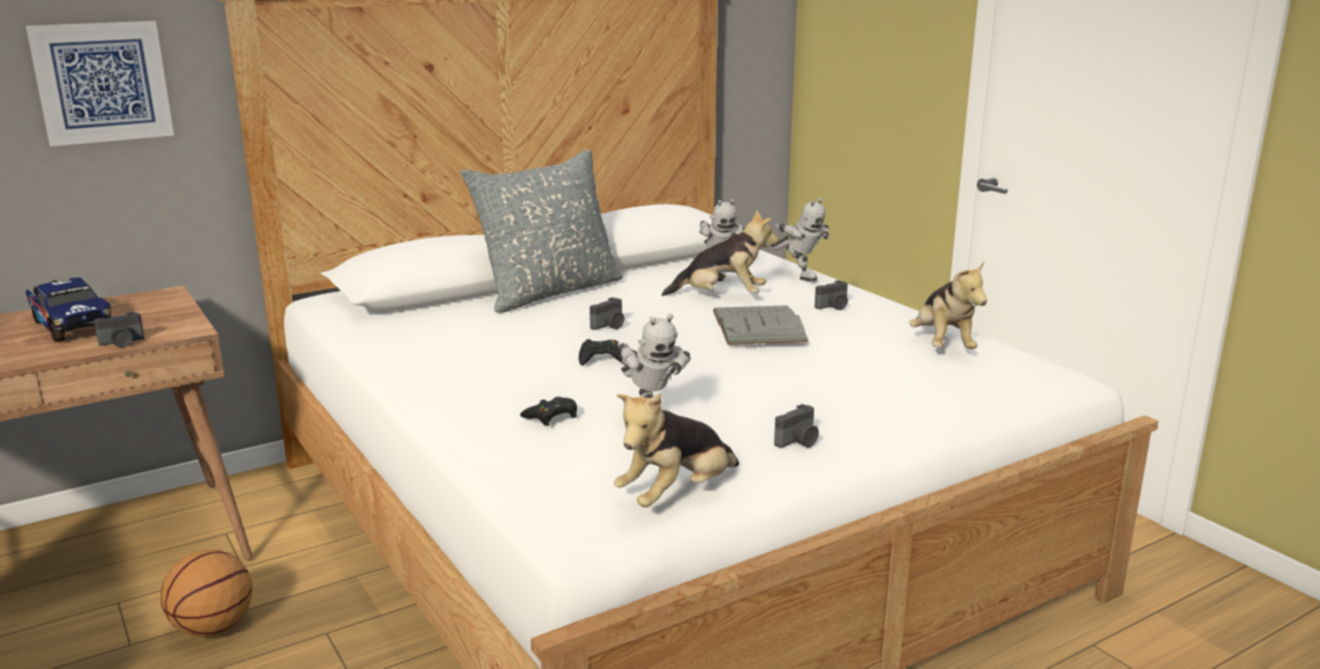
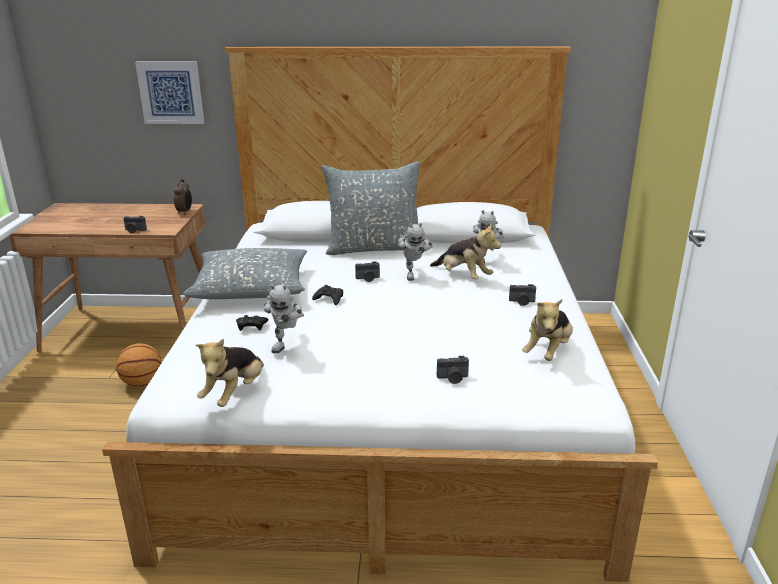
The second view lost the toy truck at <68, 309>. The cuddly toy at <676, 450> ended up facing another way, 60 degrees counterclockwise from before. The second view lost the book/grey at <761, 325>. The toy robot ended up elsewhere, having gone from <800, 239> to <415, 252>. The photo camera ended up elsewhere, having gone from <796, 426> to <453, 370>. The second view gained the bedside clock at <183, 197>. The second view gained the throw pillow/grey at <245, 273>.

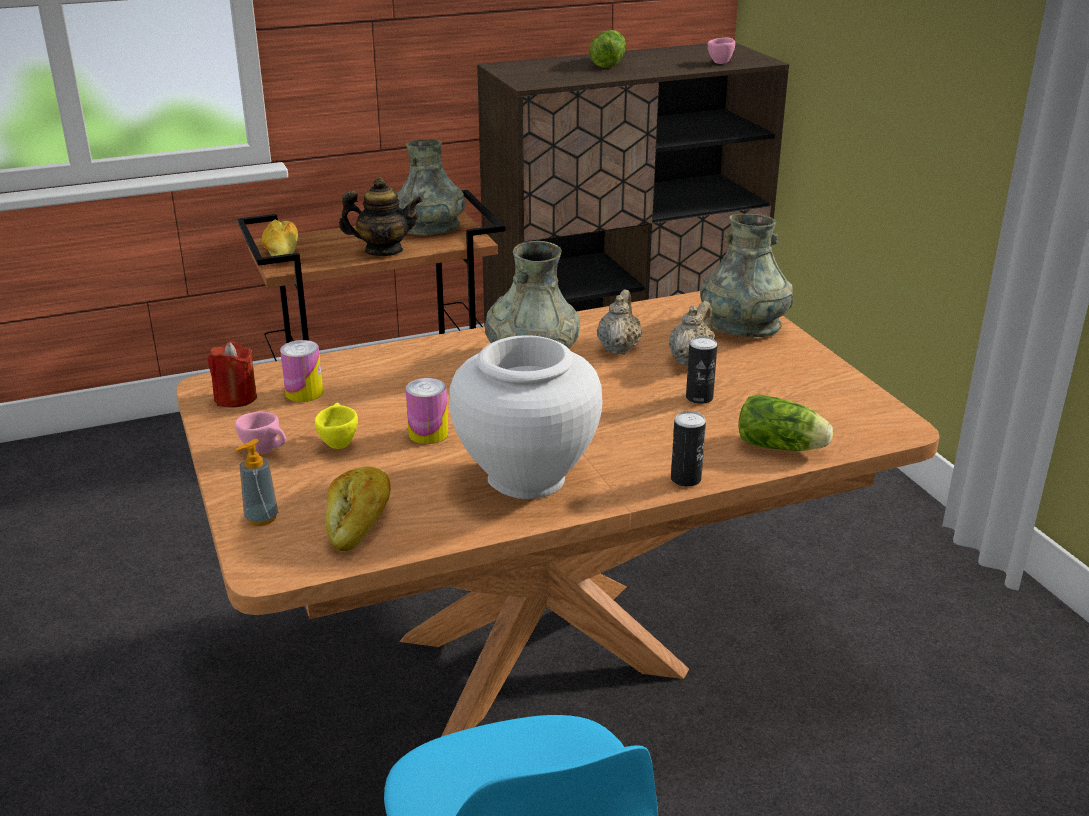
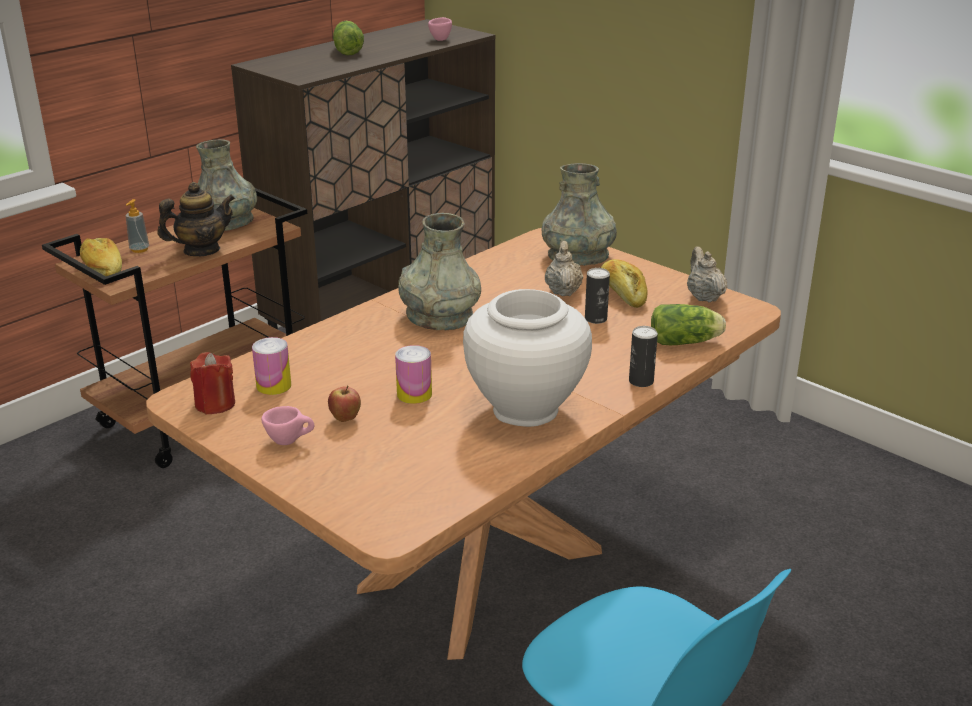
The liquid soap bottle ended up elsewhere, having gone from <256, 482> to <137, 226>. Where the small cup/yellow stood at <336, 426>, the apple fruit came to stand at <344, 403>. The bread ended up elsewhere, having gone from <358, 508> to <624, 283>. The teapot/beige-coloured ended up elsewhere, having gone from <619, 322> to <707, 274>.

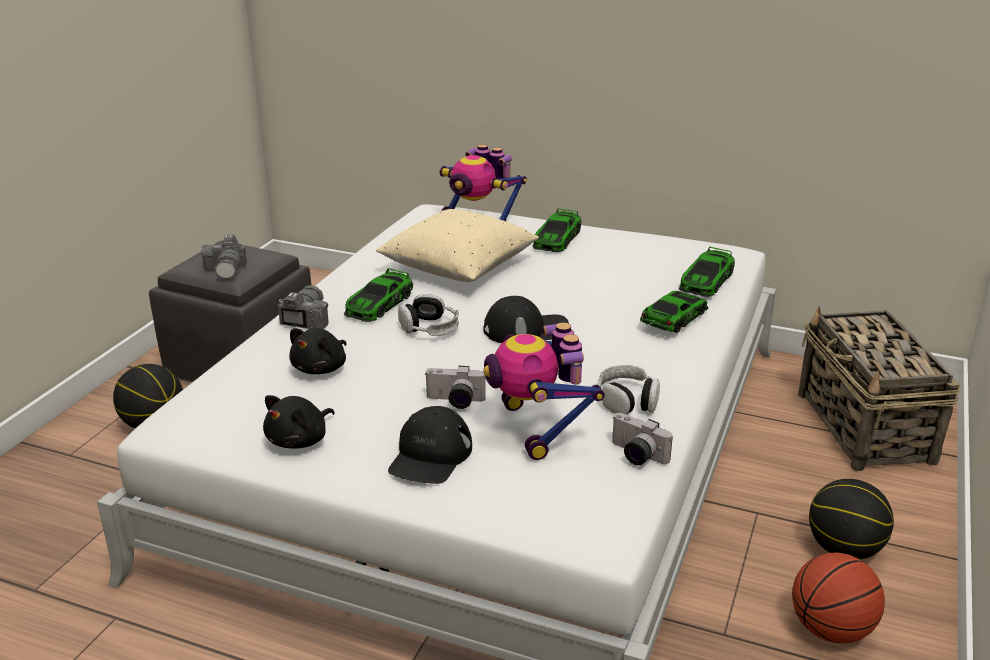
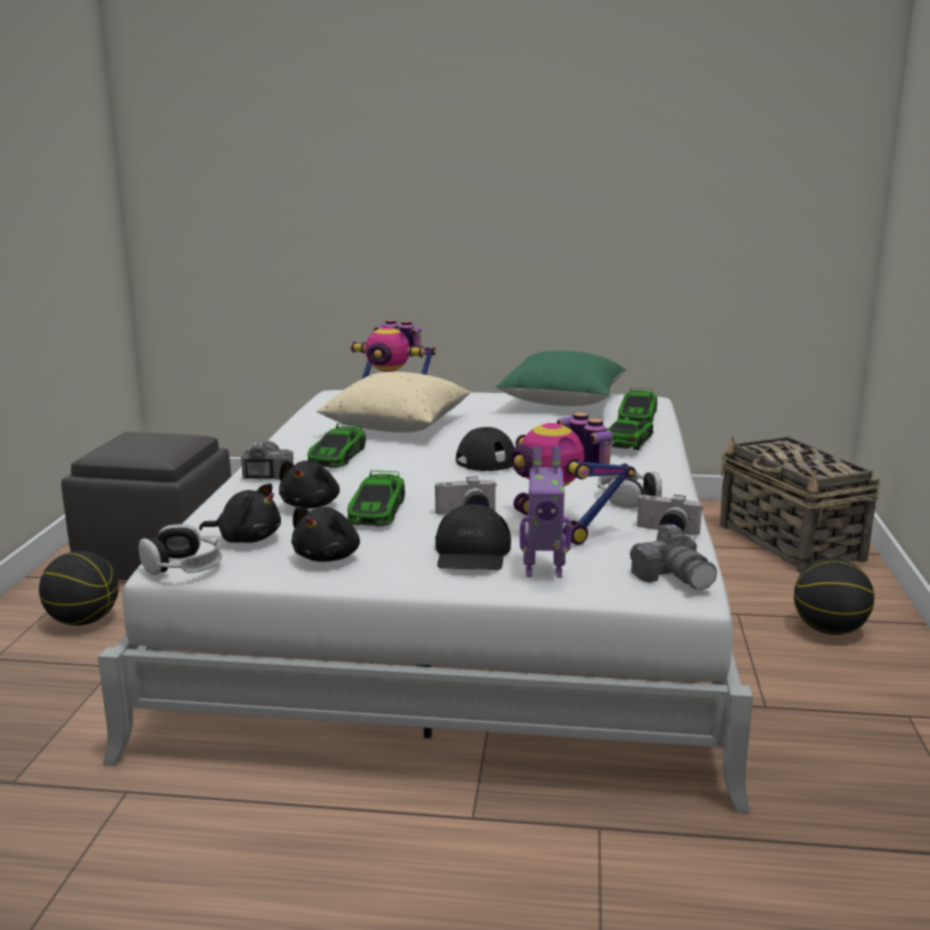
The photo camera ended up elsewhere, having gone from <224, 256> to <673, 557>. The headset ended up elsewhere, having gone from <428, 315> to <180, 549>. The miniature car ended up elsewhere, having gone from <557, 230> to <376, 498>. The second view lost the basketball at <838, 597>. The second view gained the cuddly toy/blackish at <240, 513>. The second view gained the throw pillow/greenish at <561, 378>. The second view gained the toy robot at <546, 512>.

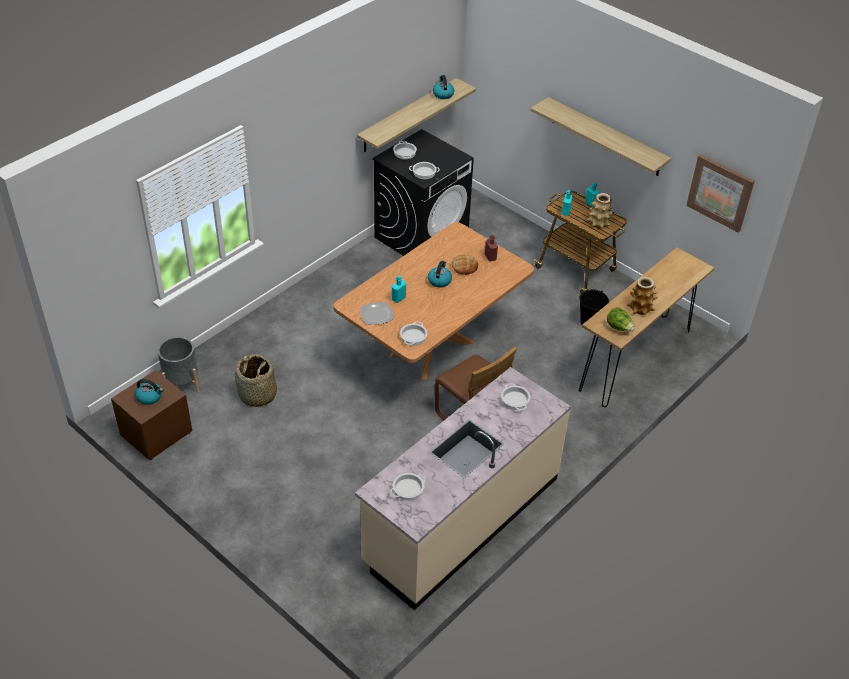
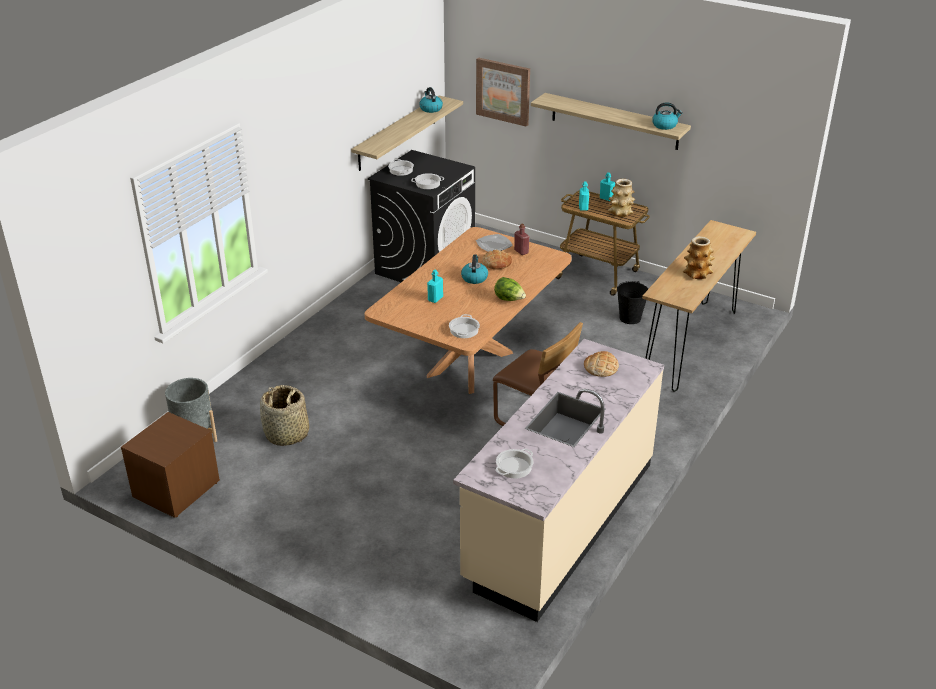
The water kettle ended up elsewhere, having gone from <149, 392> to <667, 116>. The dinner plate ended up elsewhere, having gone from <376, 313> to <494, 243>. Where the cooking pot stood at <515, 396>, the bread came to stand at <601, 364>. The lettuce ended up elsewhere, having gone from <620, 319> to <510, 289>. The picture ended up elsewhere, having gone from <720, 193> to <503, 92>.

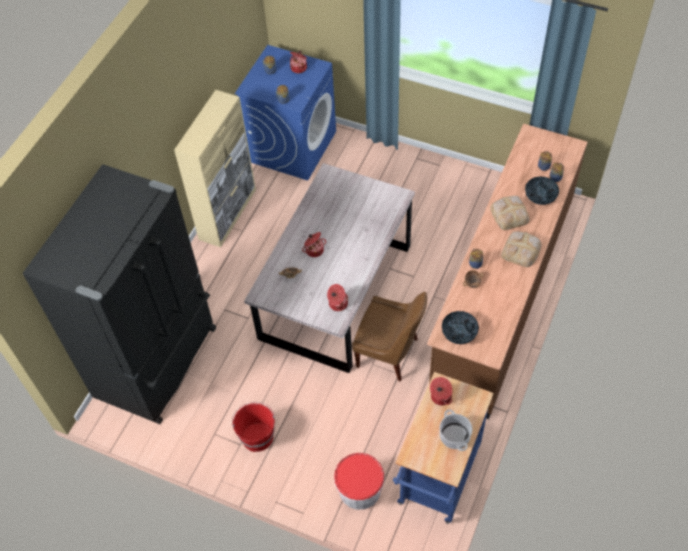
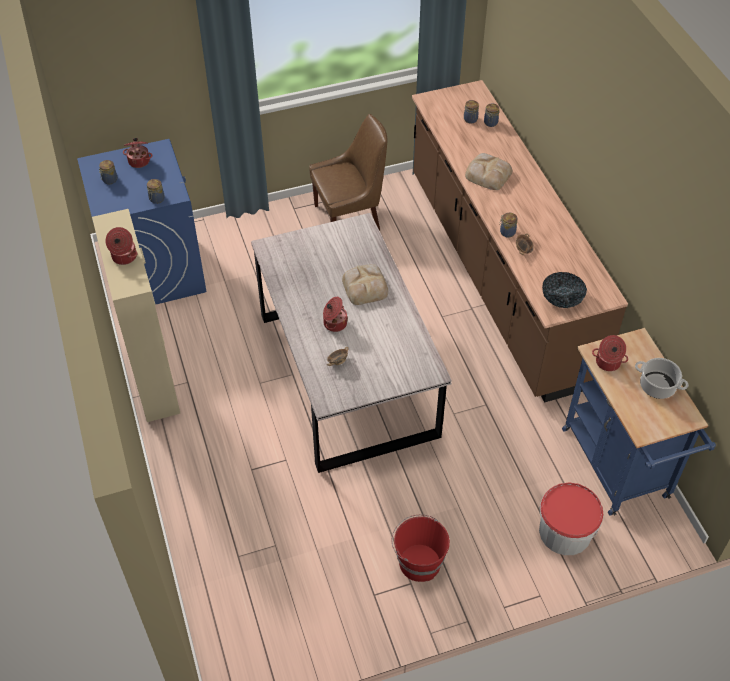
The second view lost the fridge/blackish at <119, 294>. The cooking pot ended up elsewhere, having gone from <337, 297> to <121, 246>. The chair/brown ended up elsewhere, having gone from <389, 336> to <348, 172>. The bread ended up elsewhere, having gone from <521, 249> to <365, 284>. The second view lost the serving bowl at <542, 191>.

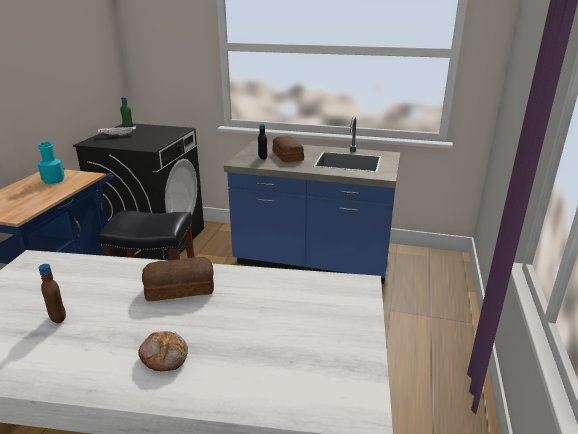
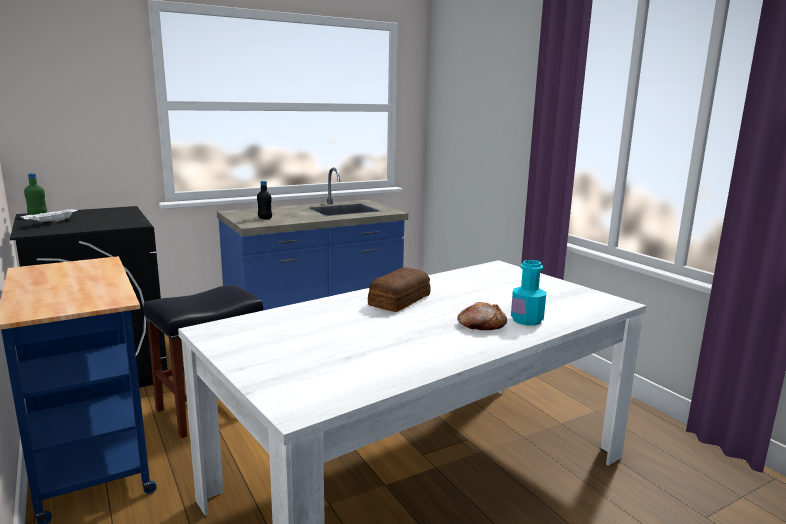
The drink bottle/turquoise ended up elsewhere, having gone from <51, 163> to <528, 292>. The second view lost the drink bottle/brown at <52, 294>. The second view lost the bread at <288, 149>.

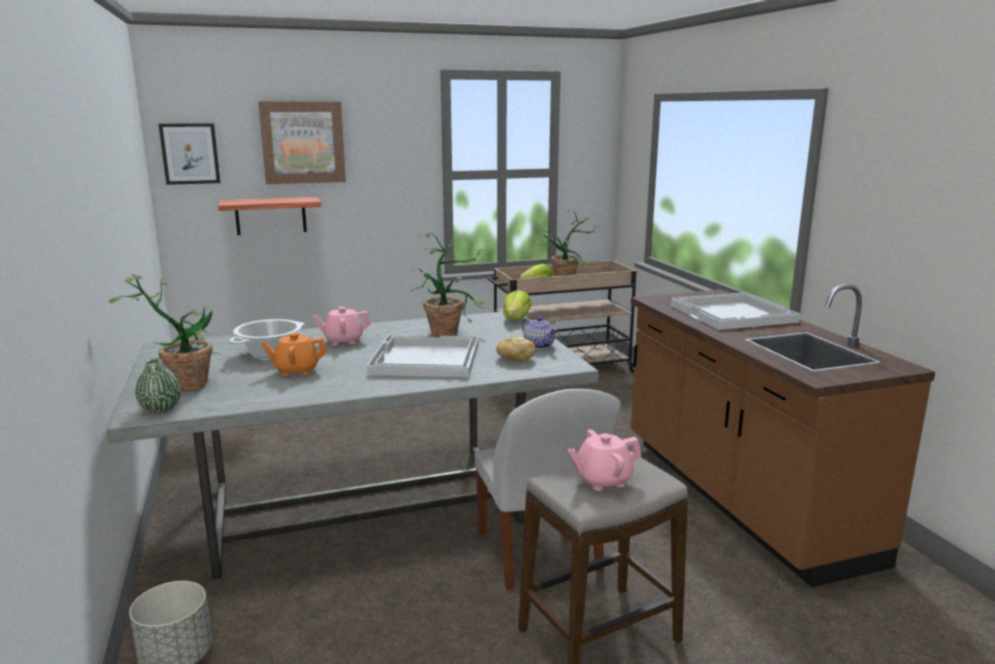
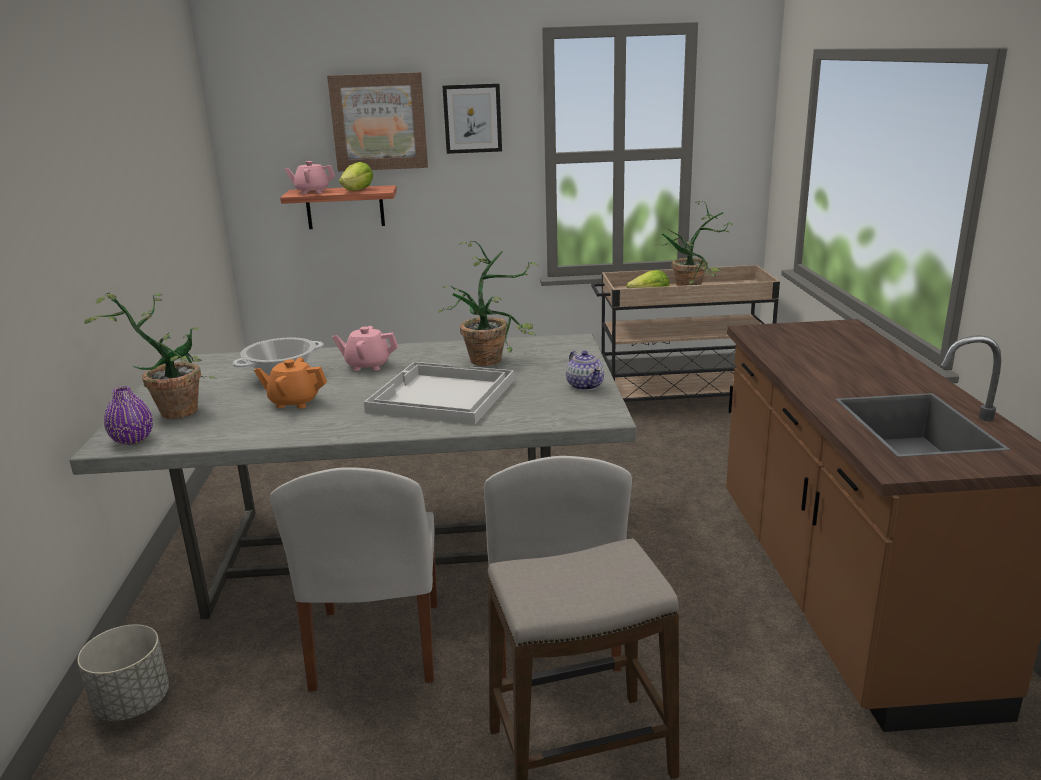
What was the flower vase/greenish at <158, 385> turned into the flower vase/purple at <128, 415>. The picture ended up elsewhere, having gone from <189, 154> to <472, 119>. The second view lost the bread at <515, 348>. The lettuce ended up elsewhere, having gone from <517, 305> to <356, 176>. The teapot/pinkish ended up elsewhere, having gone from <604, 460> to <310, 177>. The second view lost the tray/white-coloured at <735, 311>. The second view gained the chair/white-coloured at <354, 579>.

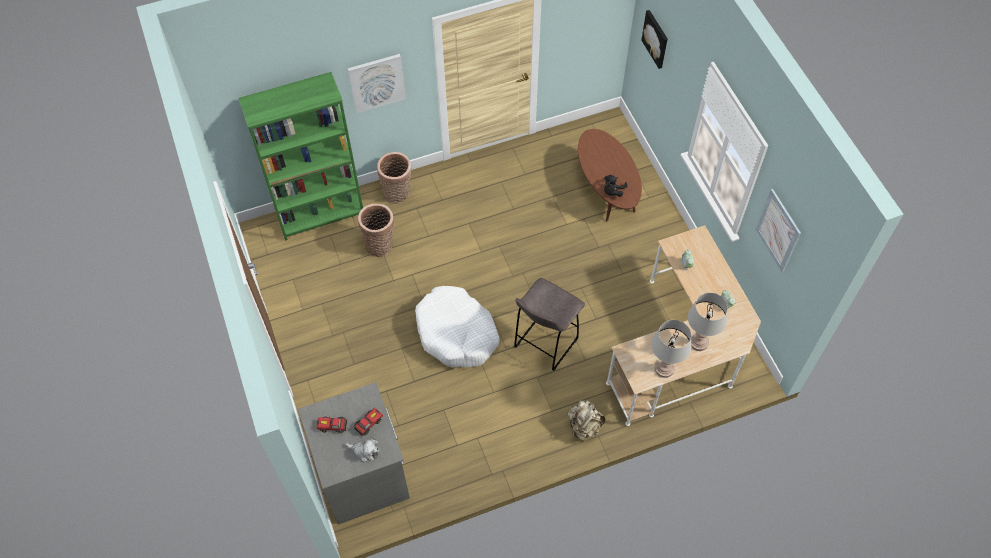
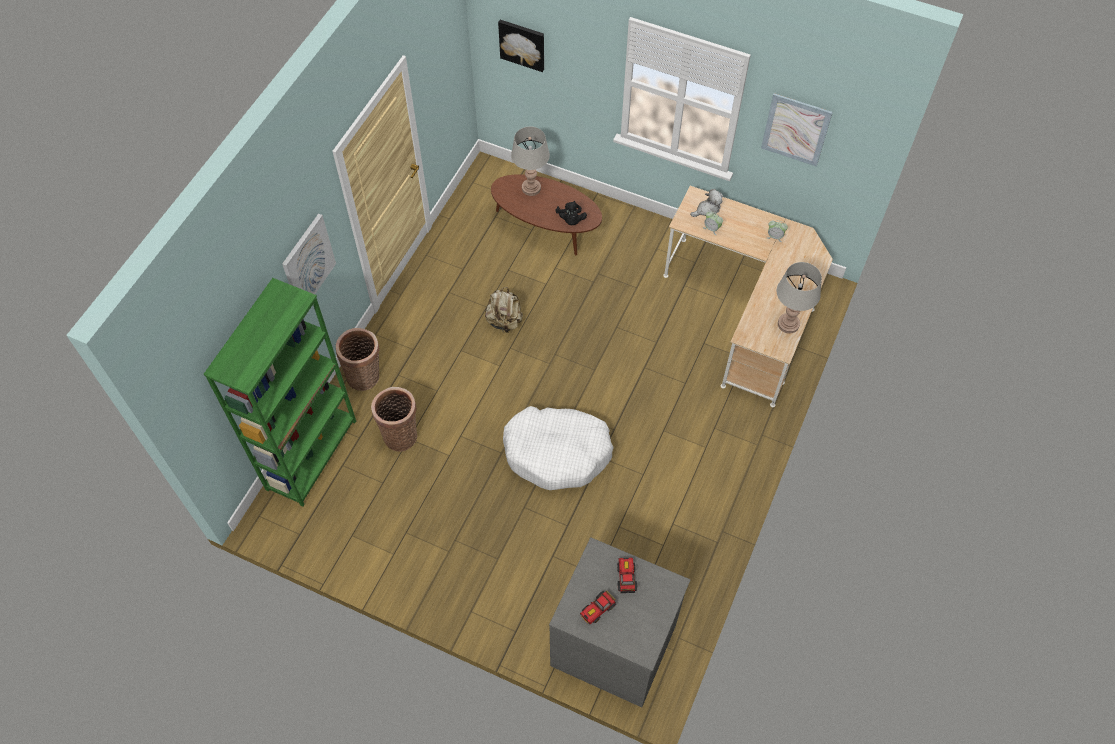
The cuddly toy ended up elsewhere, having gone from <362, 449> to <706, 203>. The second view lost the stool/grey at <549, 324>. The backpack/beige-coloured ended up elsewhere, having gone from <586, 420> to <504, 310>. The lamp for a table/grey ended up elsewhere, having gone from <708, 322> to <530, 161>.

